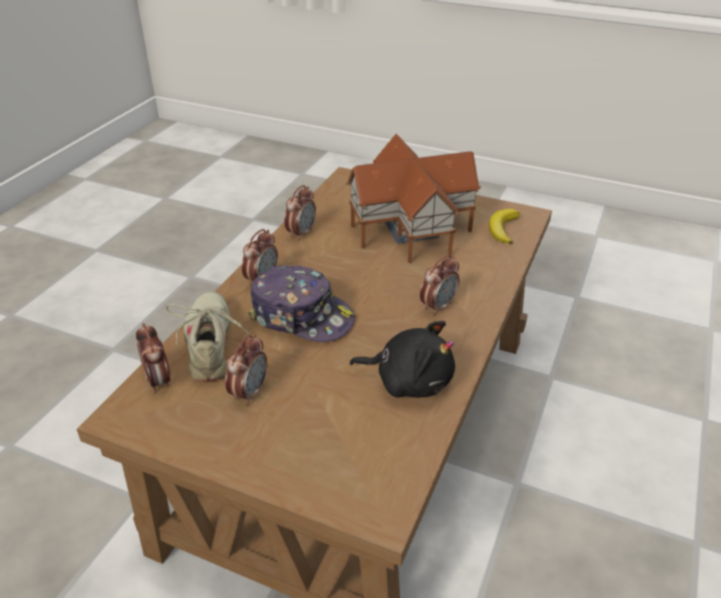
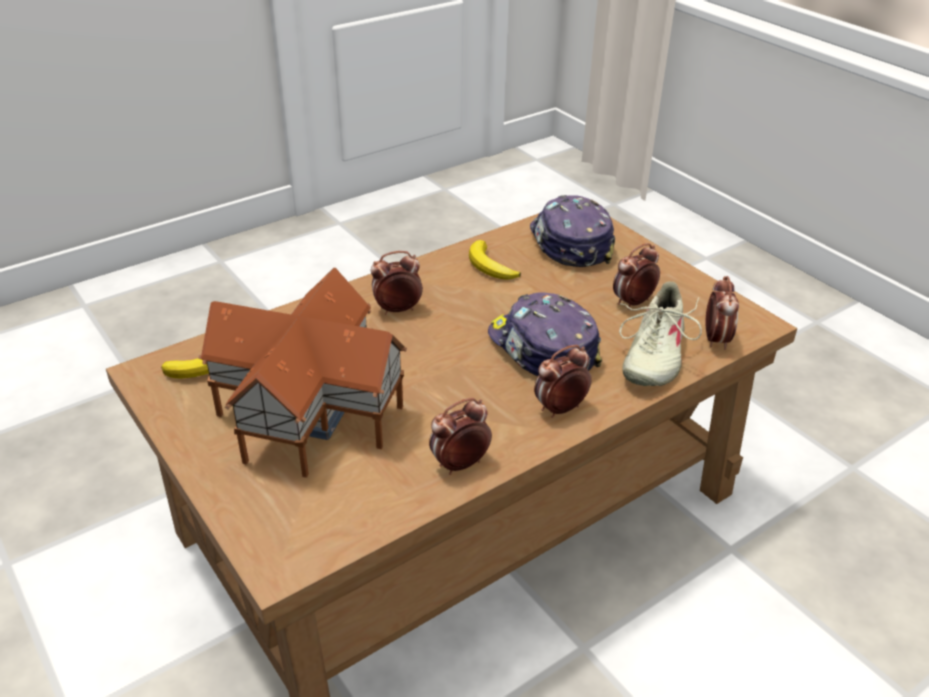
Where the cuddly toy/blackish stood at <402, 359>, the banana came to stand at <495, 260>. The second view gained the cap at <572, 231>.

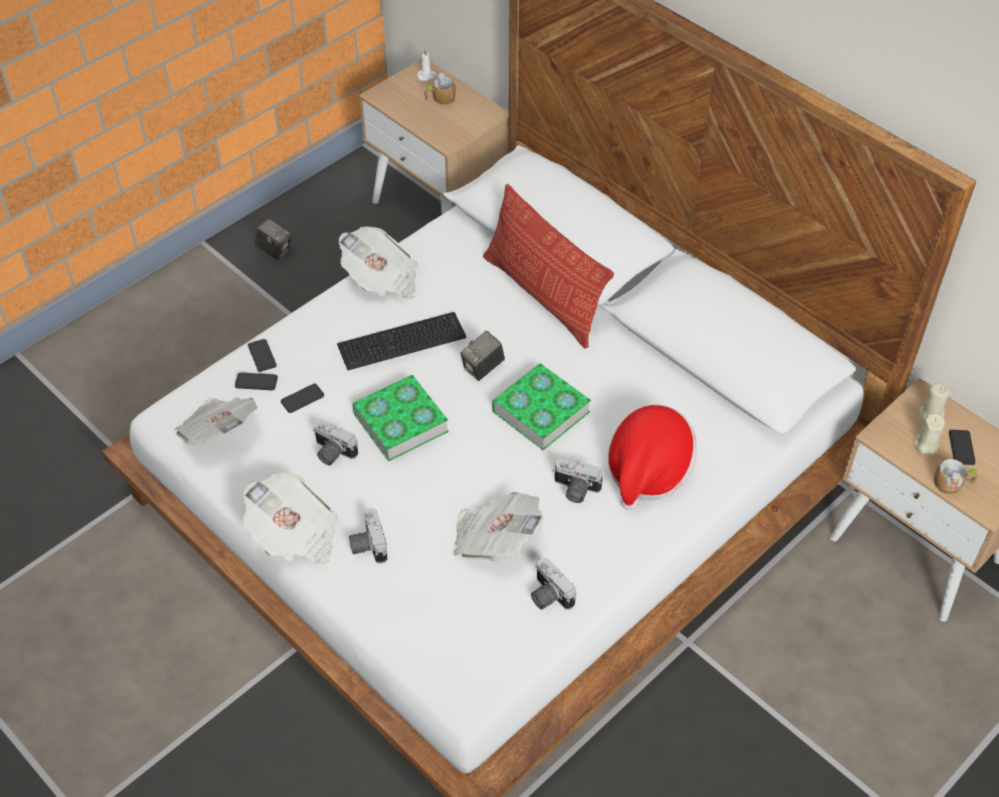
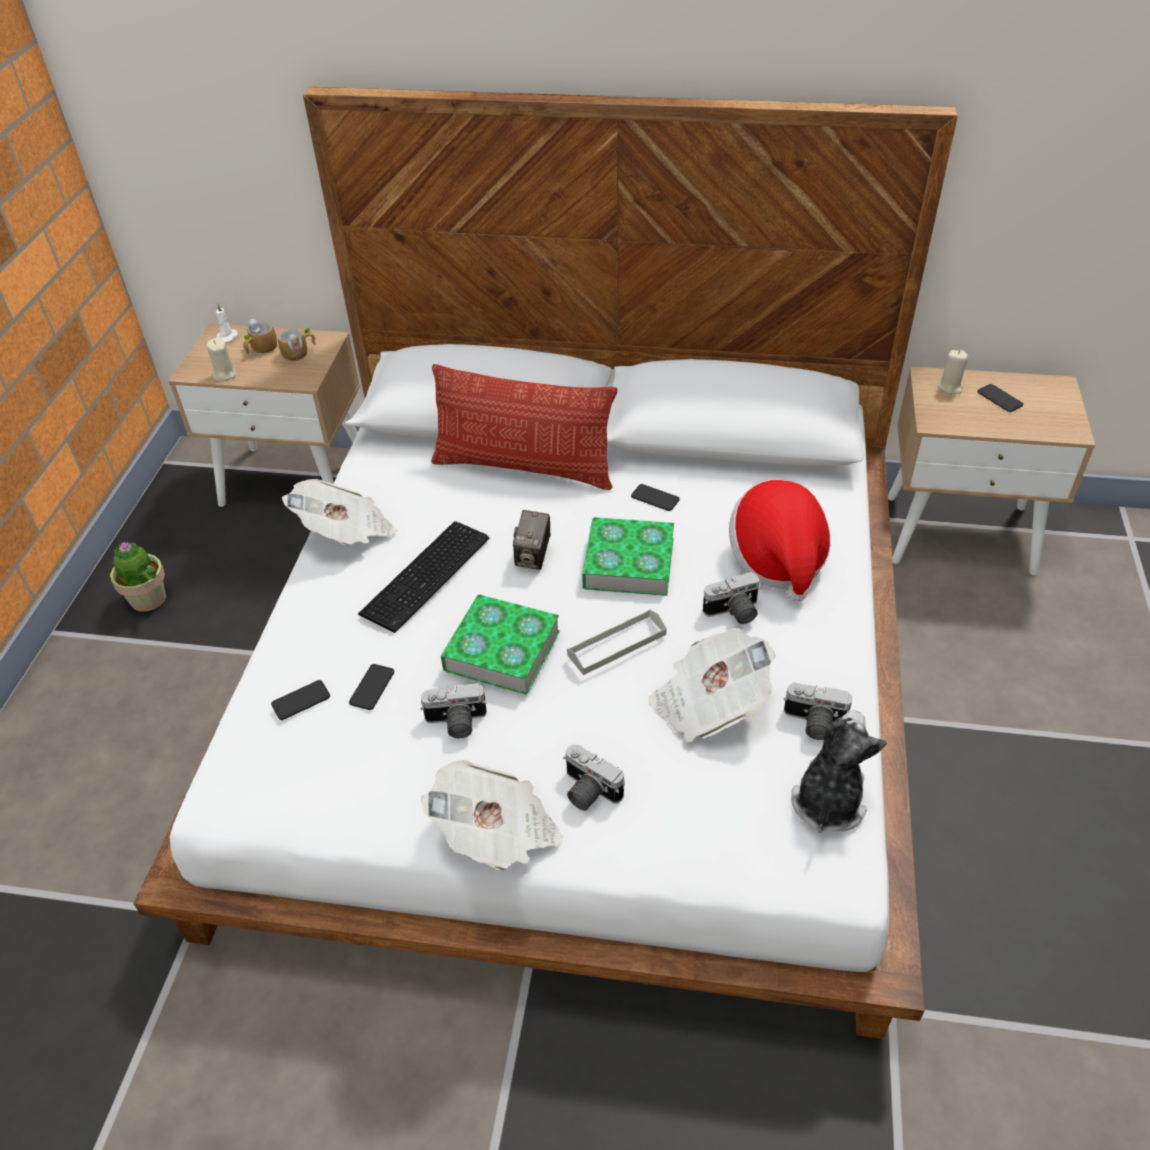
The second view lost the printed paper at <216, 421>. The handset ended up elsewhere, having gone from <262, 355> to <655, 497>. Where the photo camera stood at <273, 239>, the plant in a pot came to stand at <138, 576>. The wax candle/beige-coloured ended up elsewhere, having gone from <929, 434> to <221, 359>. The mug ended up elsewhere, having gone from <955, 476> to <297, 344>. The second view gained the tray/grey at <617, 642>. The second view gained the cuddly toy at <839, 771>.

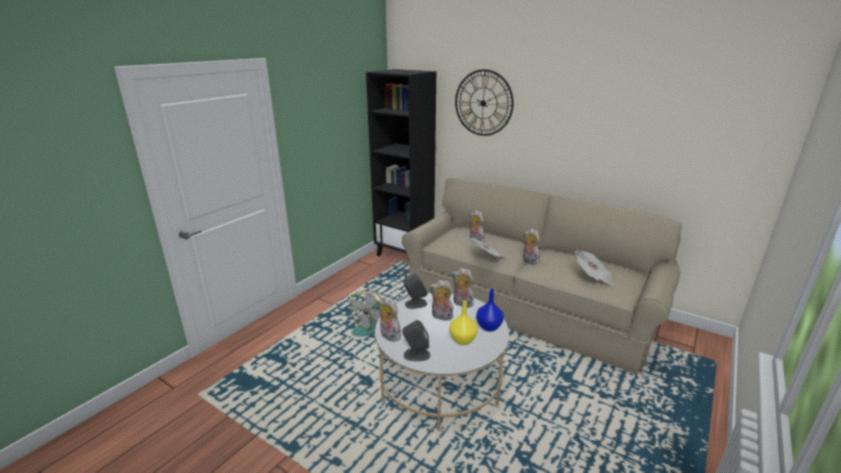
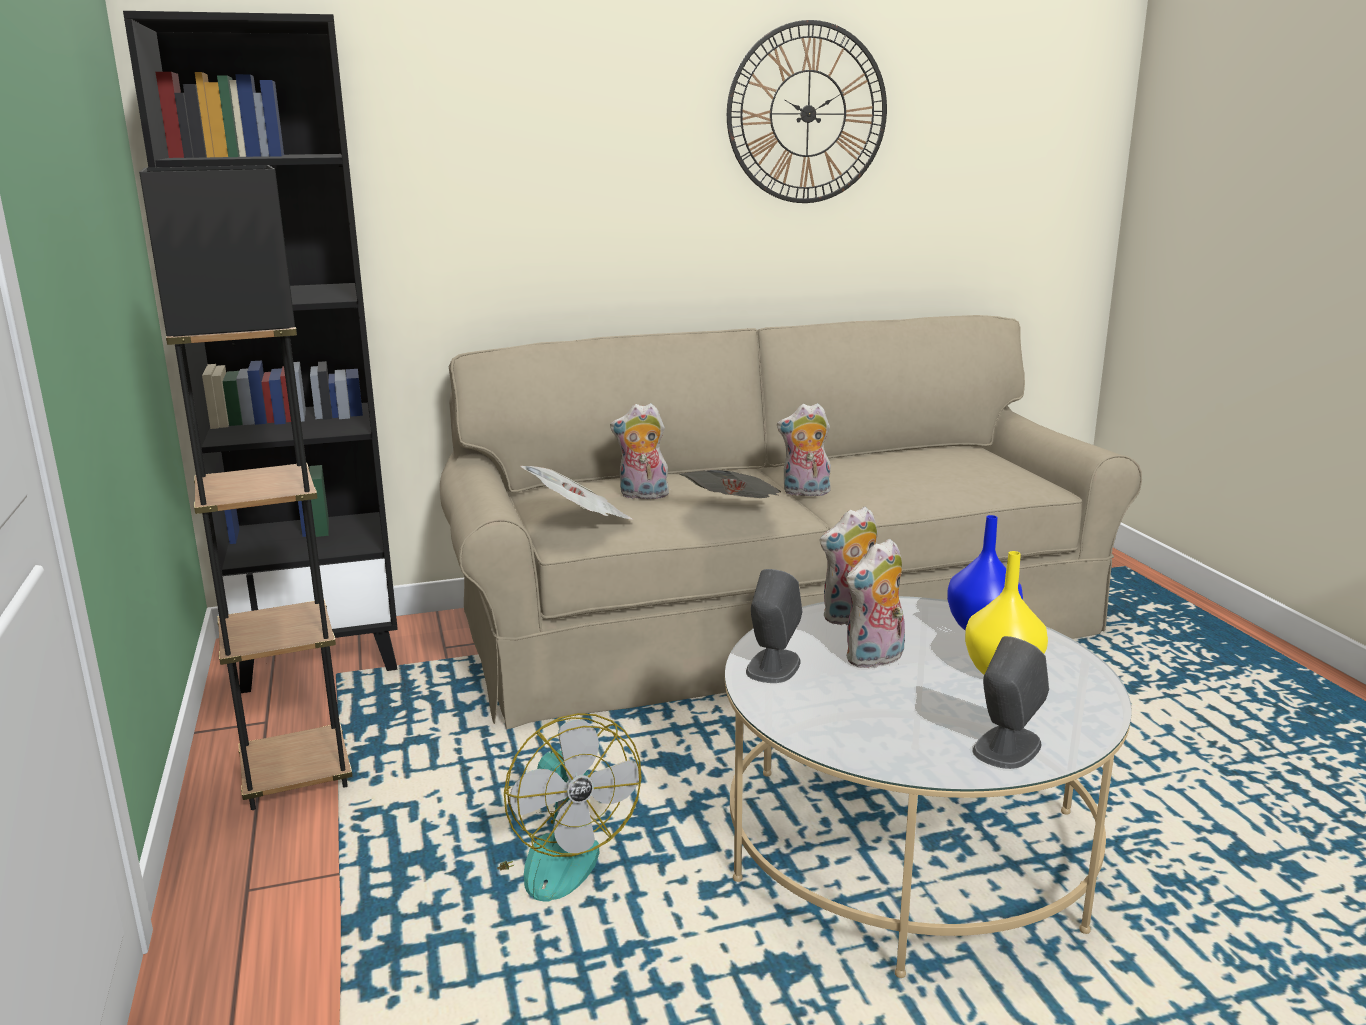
The second view lost the cuddly toy at <389, 319>. The clock on the wall ended up elsewhere, having gone from <484, 102> to <807, 111>. The printed paper ended up elsewhere, having gone from <594, 268> to <577, 493>. The second view gained the standard lamp/blackish at <245, 487>.

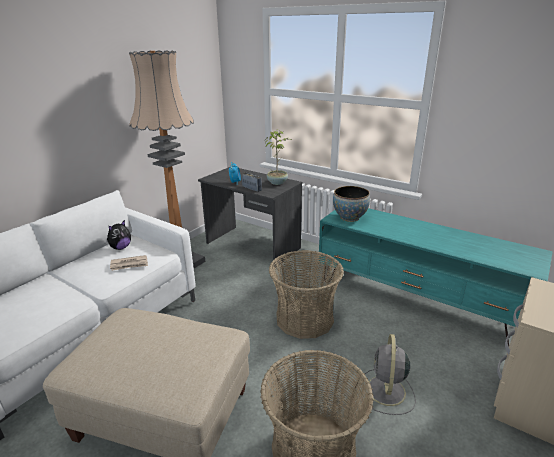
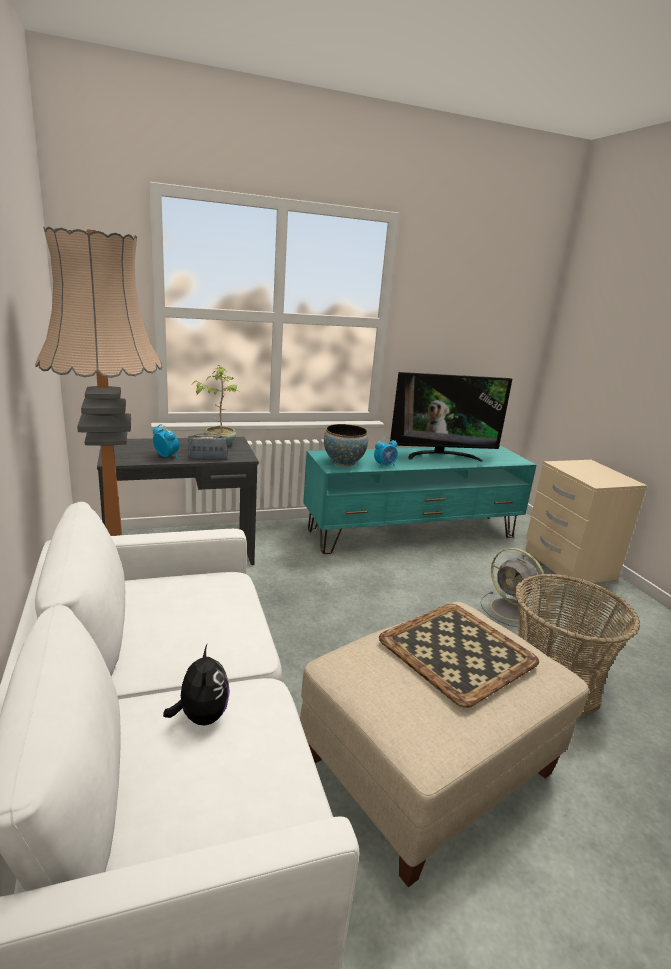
The cuddly toy ended up elsewhere, having gone from <119, 235> to <196, 685>. The second view lost the printed paper at <129, 263>. The second view lost the household basket at <306, 294>. The second view gained the bedside clock at <386, 452>. The second view gained the tray at <459, 656>. The second view gained the TV at <451, 417>.

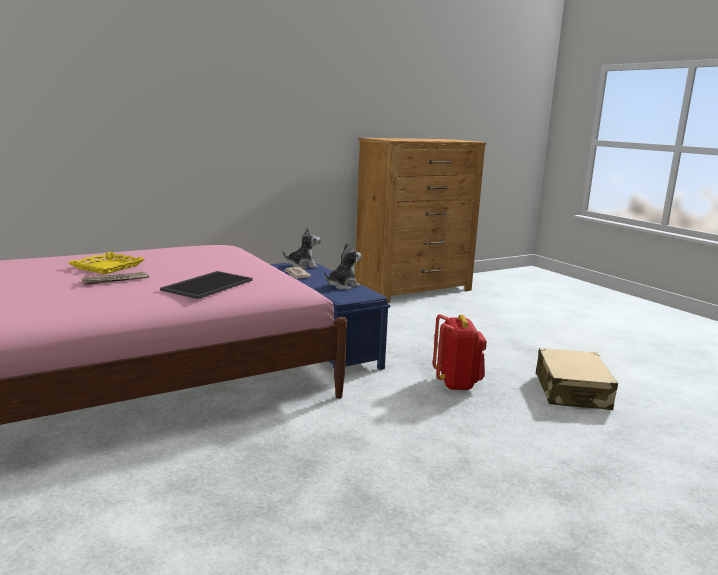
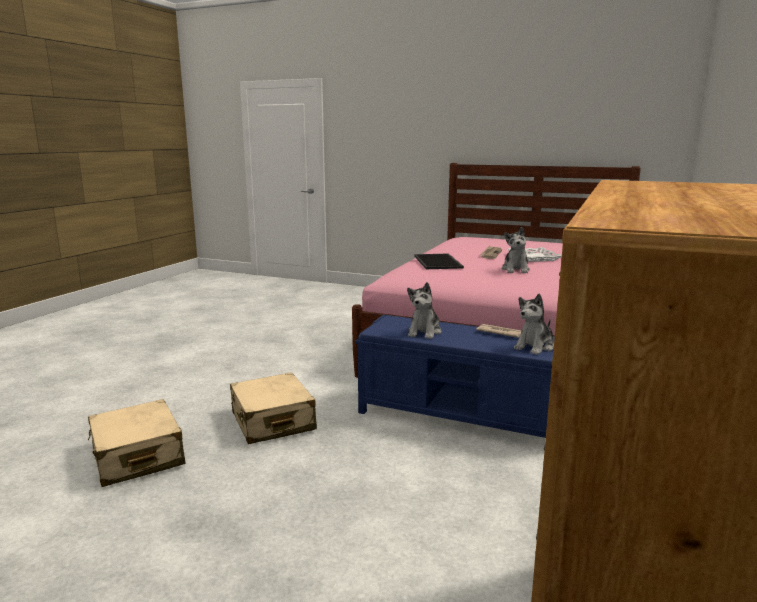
What was the tray/yellow at <106, 263> turned into the tray/white-coloured at <535, 254>. Where the backpack/red stood at <460, 352>, the travel case/beige-coloured came to stand at <273, 408>. The second view gained the cuddly toy at <516, 250>.

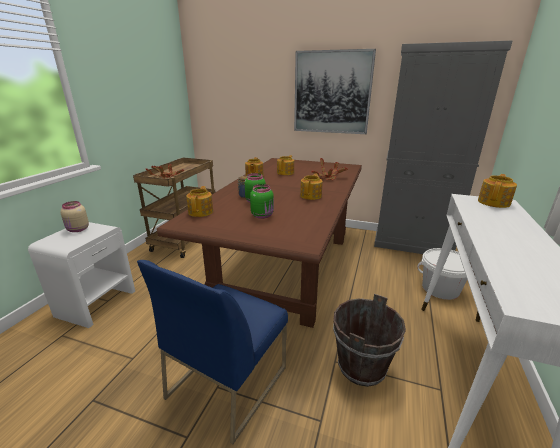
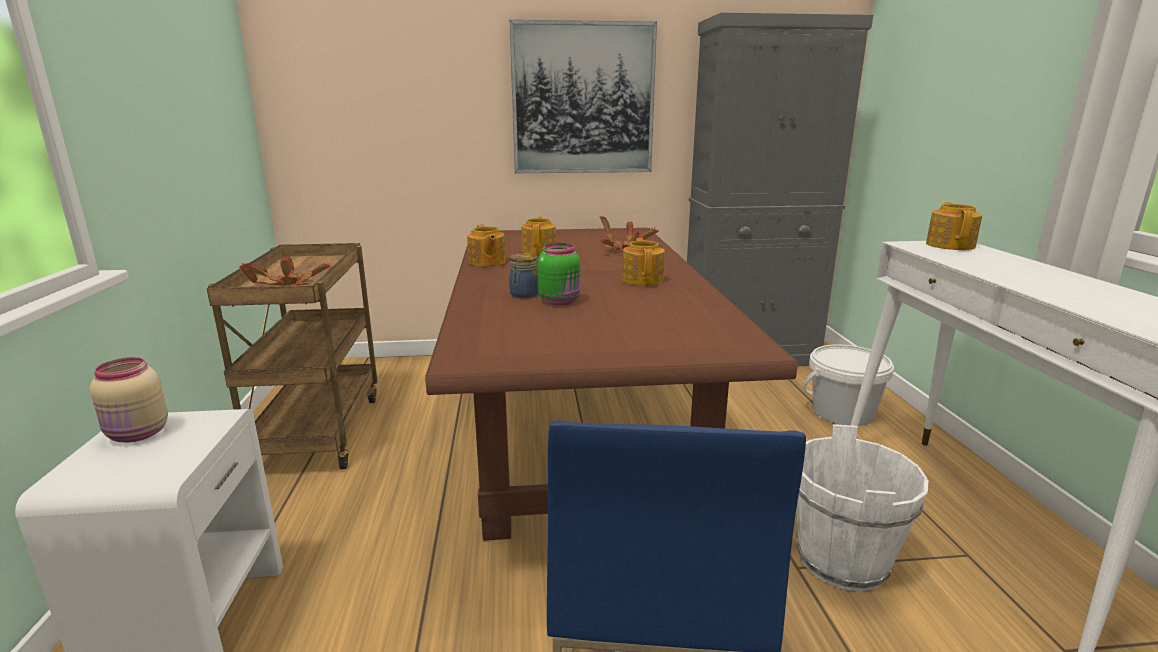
The second view lost the teapot at <199, 201>. The second view lost the preserve jar/greenish at <262, 201>. What was the bucket/brown at <369, 340> turned into the bucket/white-coloured at <862, 507>.

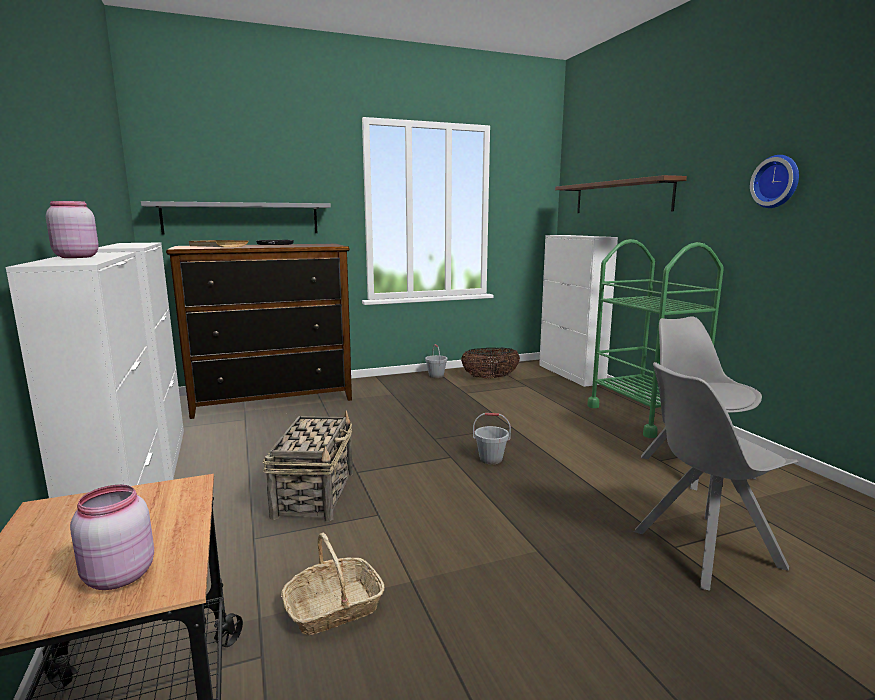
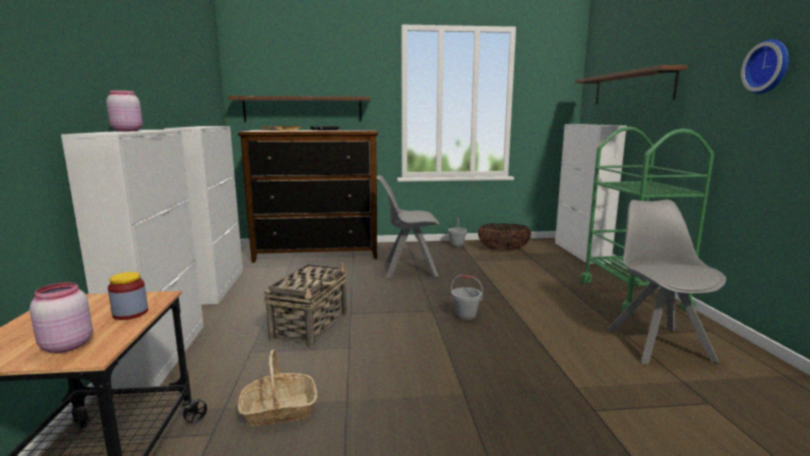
What was the bracket shelf/grey at <236, 218> turned into the bracket shelf/brown at <299, 108>. The chair/grey ended up elsewhere, having gone from <716, 476> to <407, 226>. The second view gained the preserve jar at <128, 296>.

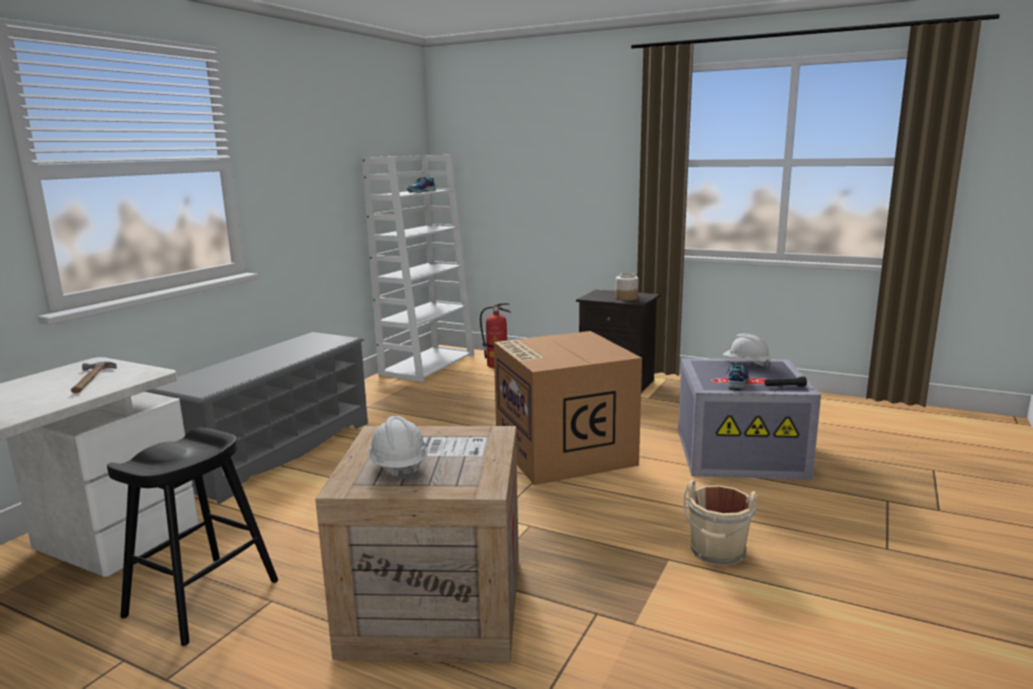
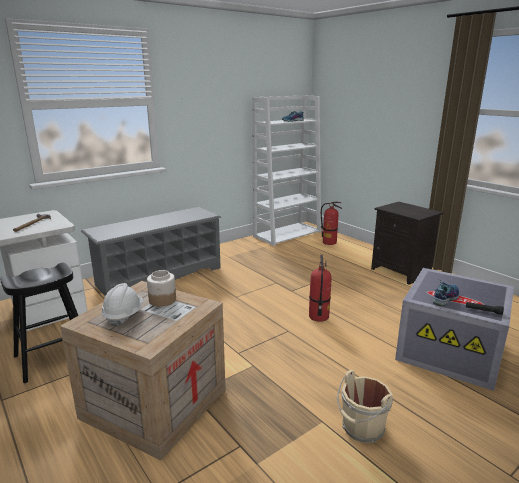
Where the packing box stood at <568, 408>, the extinguisher came to stand at <320, 288>. The preserve jar ended up elsewhere, having gone from <626, 287> to <161, 288>. The second view lost the work helmet/white-coloured at <747, 350>.

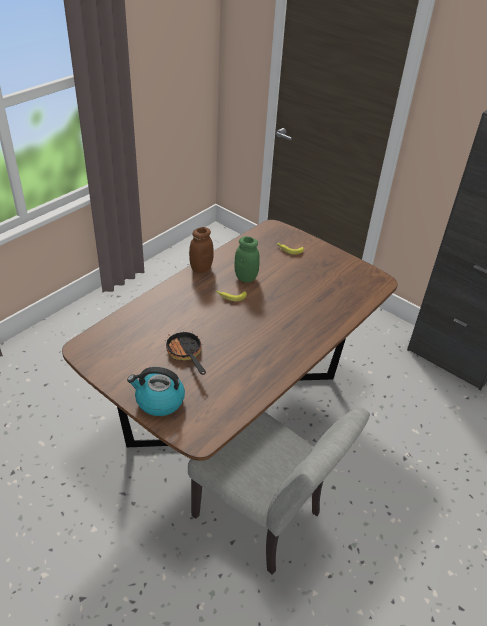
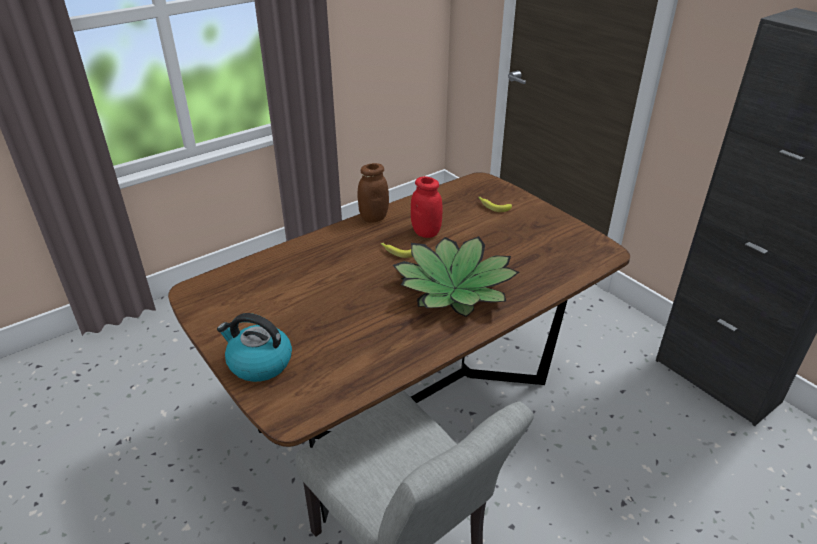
The second view lost the frying pan at <185, 353>. What was the preserve jar/greenish at <247, 259> turned into the preserve jar/red at <427, 207>. The second view gained the plant in a pot at <456, 276>.

